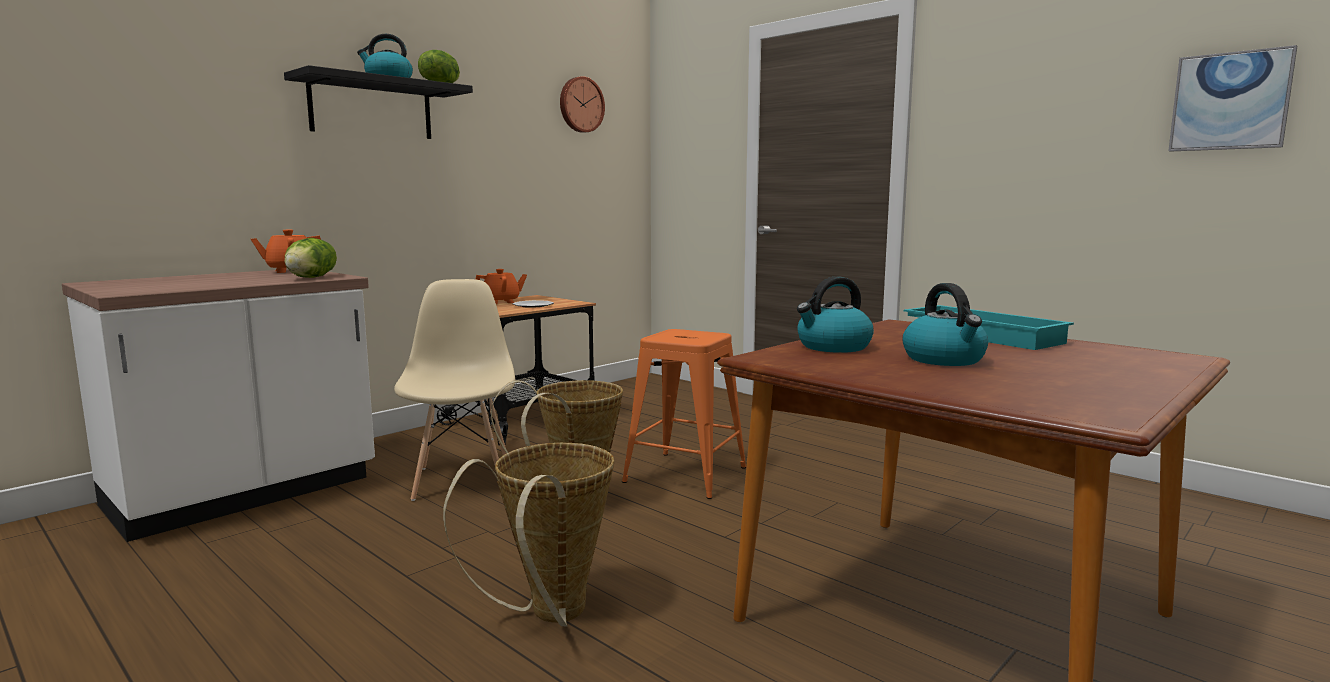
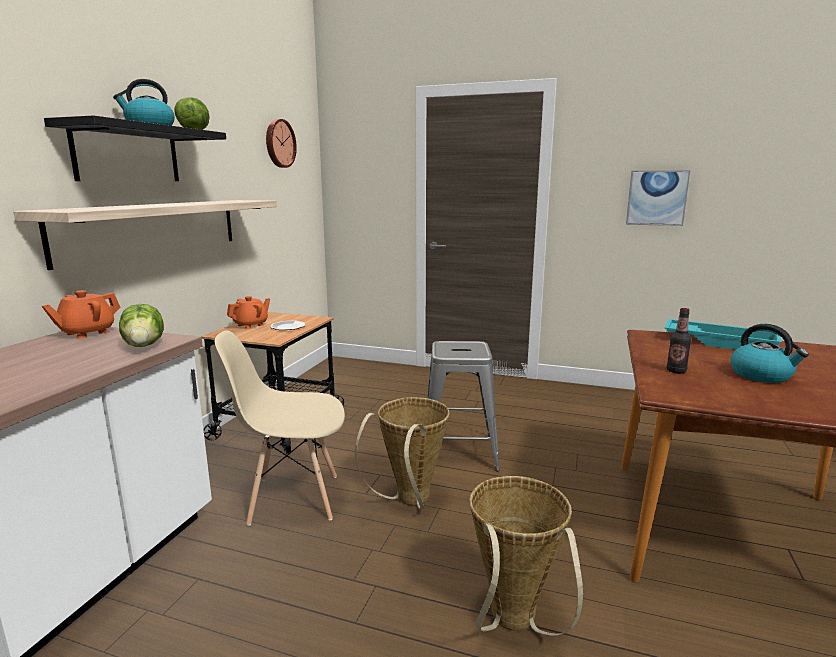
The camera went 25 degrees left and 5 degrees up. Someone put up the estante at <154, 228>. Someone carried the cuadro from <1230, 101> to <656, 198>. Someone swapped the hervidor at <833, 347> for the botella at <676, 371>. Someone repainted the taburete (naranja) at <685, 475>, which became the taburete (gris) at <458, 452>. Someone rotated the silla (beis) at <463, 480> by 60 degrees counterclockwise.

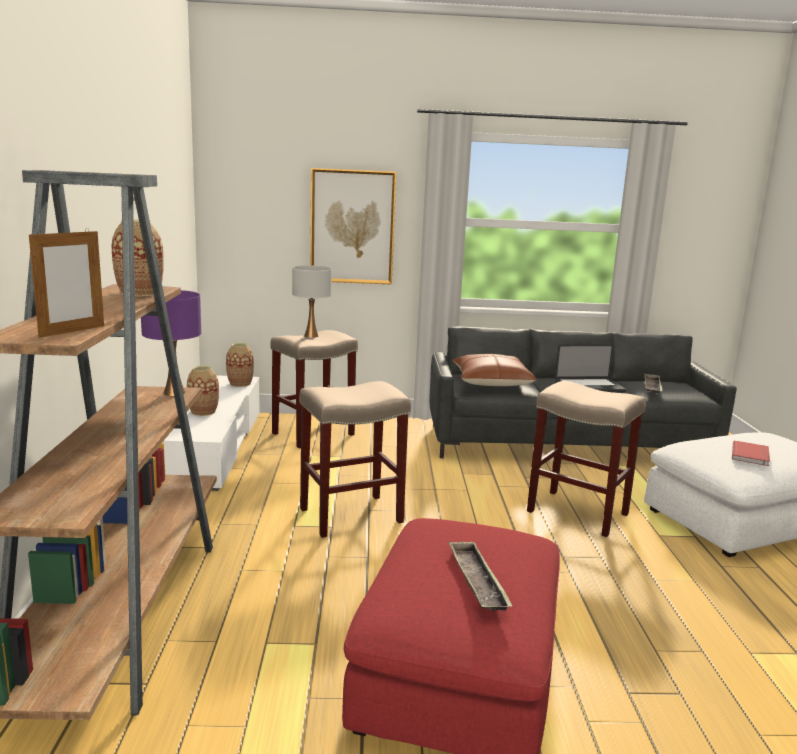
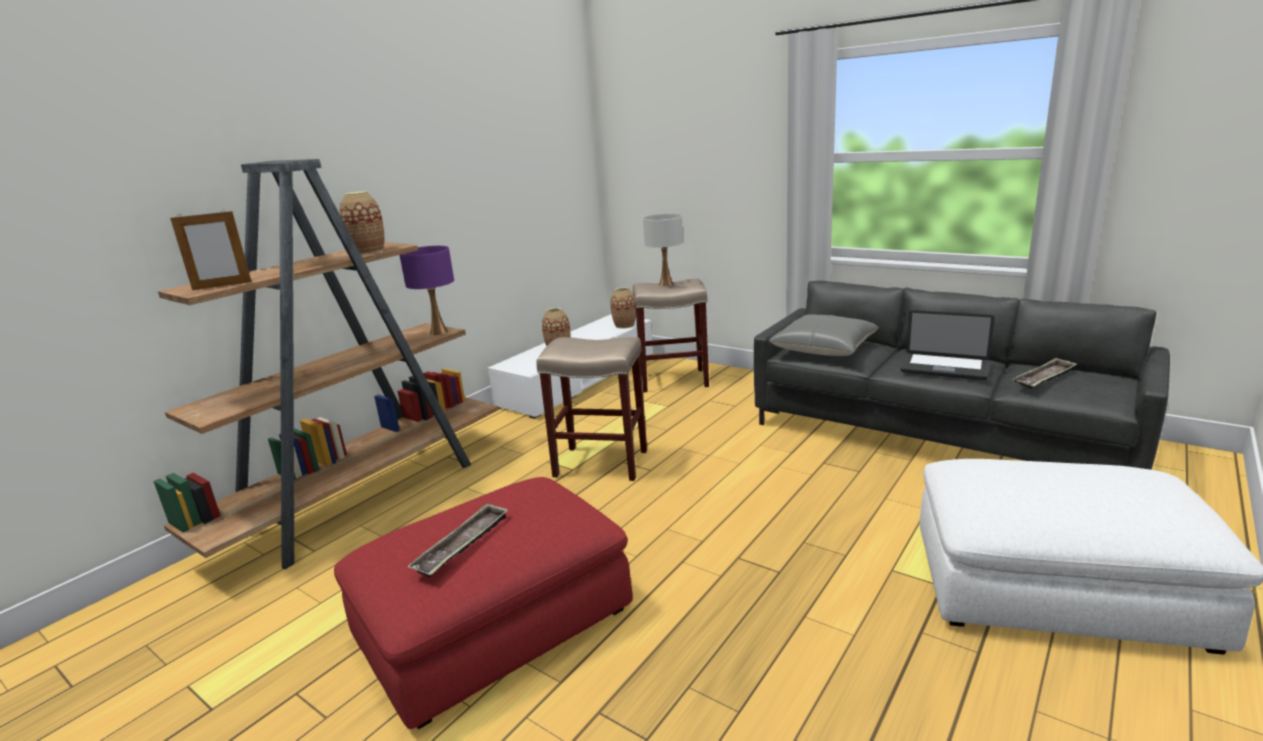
The camera went 40 degrees right and 5 degrees up. Someone took away the cuadro at <352, 227>. Someone took away the taburete (beis) at <579, 513>. Someone took away the libro (rojo) at <751, 455>. Someone repainted the cojín (marrón) at <491, 382>, which became the cojín (gris) at <824, 348>.

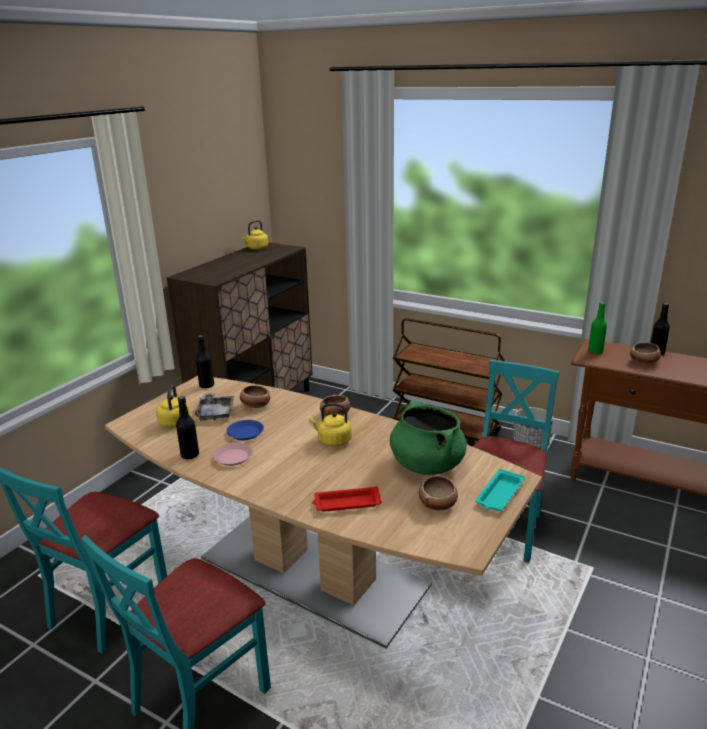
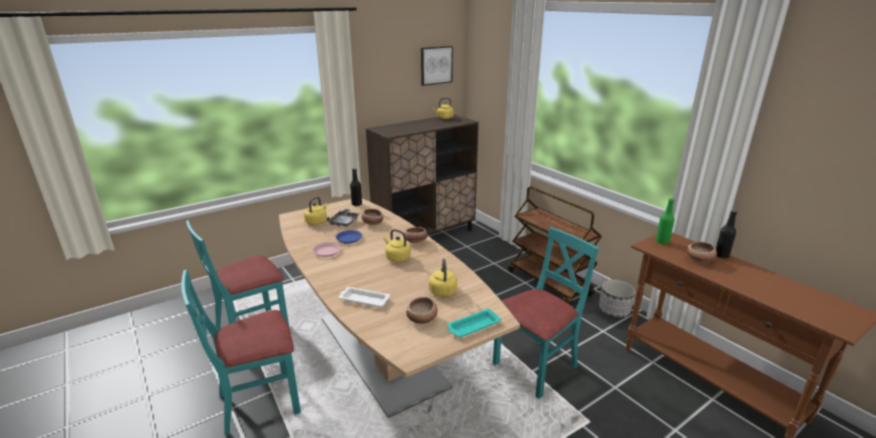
The camera went 25 degrees right and 0 degrees up. Someone took away the botella (negro) at <190, 455>. Someone put up the cuadro at <436, 65>. Someone swapped the olla (verde) at <426, 464> for the hervidor (amarillo) at <442, 290>. Someone repainted the bandeja (rojo) at <346, 503>, which became the bandeja (blanco) at <363, 300>.

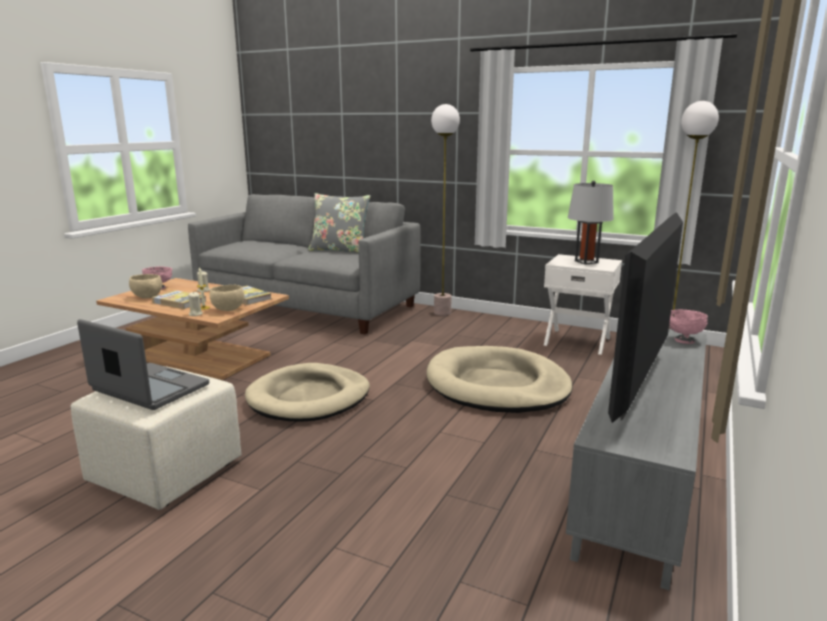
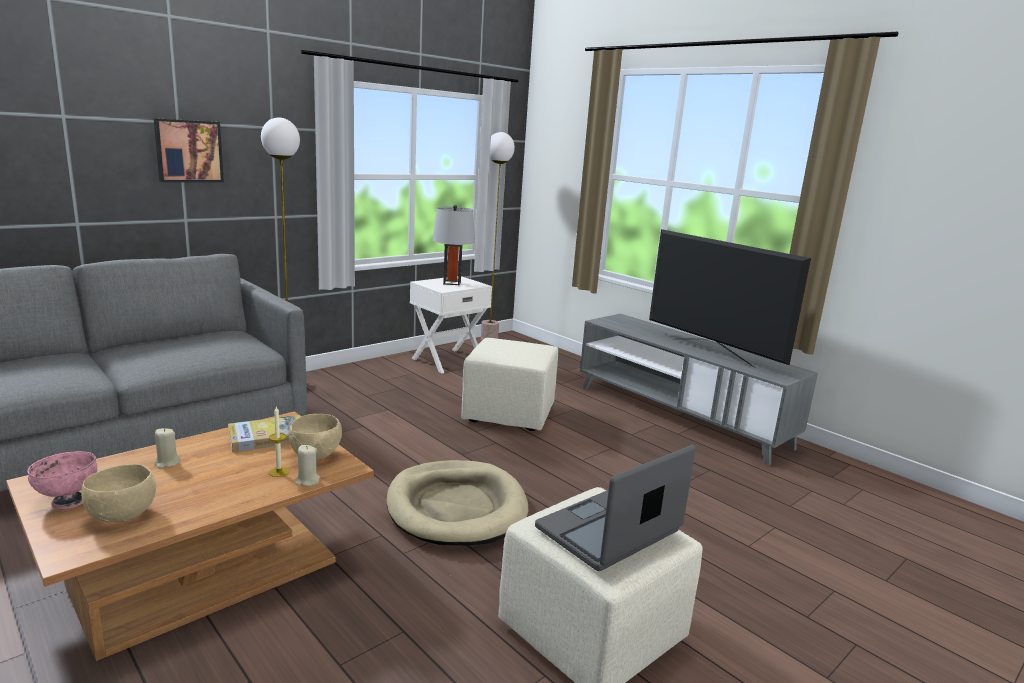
The camera went 70 degrees left and 0 degrees up. Someone took away the libro at <179, 302>. Someone took away the cojín (gris) at <339, 250>. Someone took away the cuenco (rosa) at <683, 340>. Someone put up the cuadro at <188, 151>. Someone swapped the cama para perro (beis) at <497, 385> for the puf (beis) at <510, 414>.

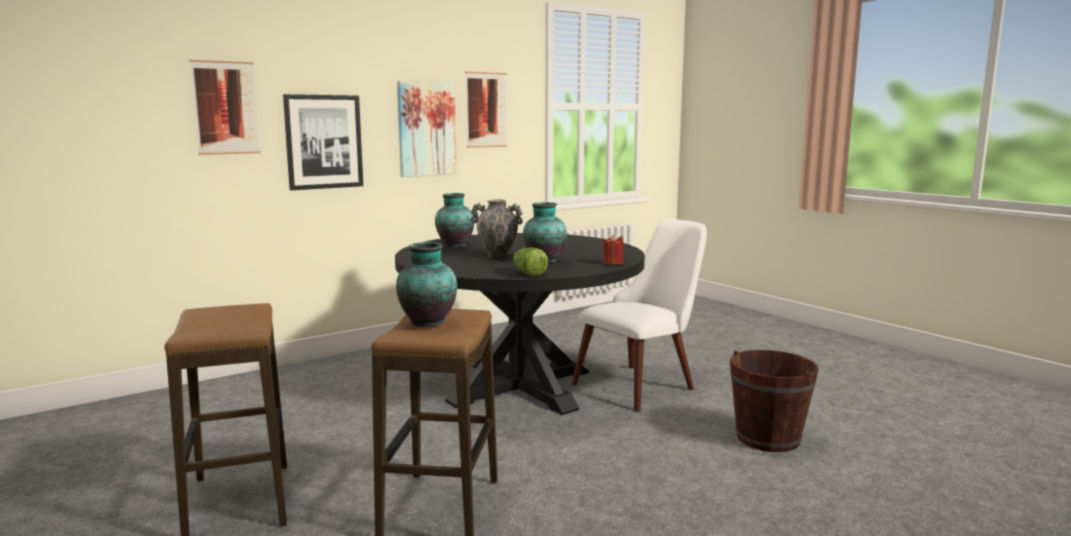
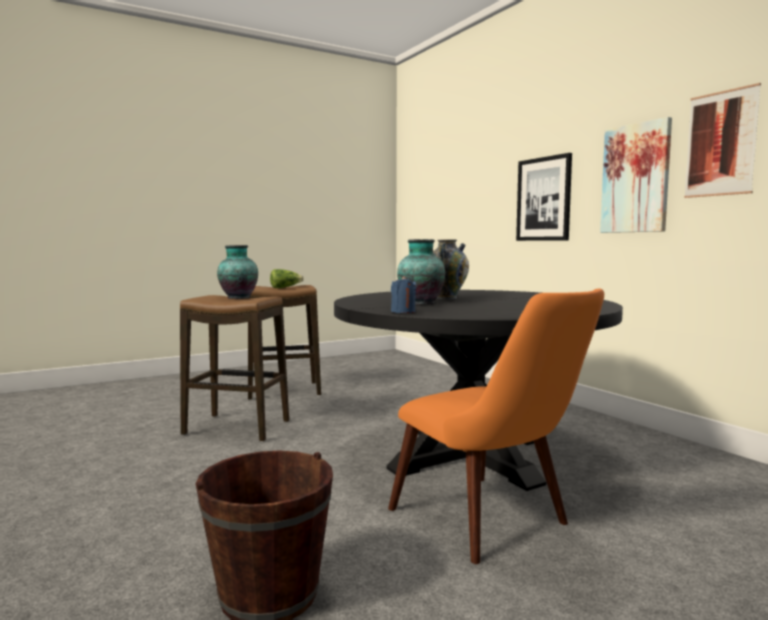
The camera went 95 degrees right and 5 degrees down. Someone took away the cuadro at <226, 108>. Someone took away the florero at <454, 245>. Someone carried the lechuga from <528, 274> to <285, 288>. Someone repainted the silla (blanco) at <643, 383>, which became the silla (naranja) at <494, 524>. Someone repainted the vela (rojo) at <613, 263>, which became the vela (azul) at <403, 312>.

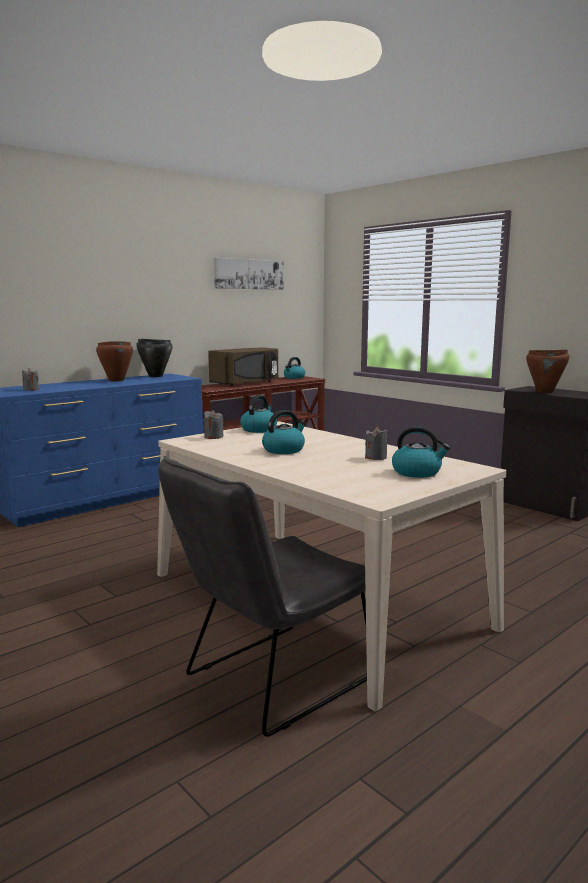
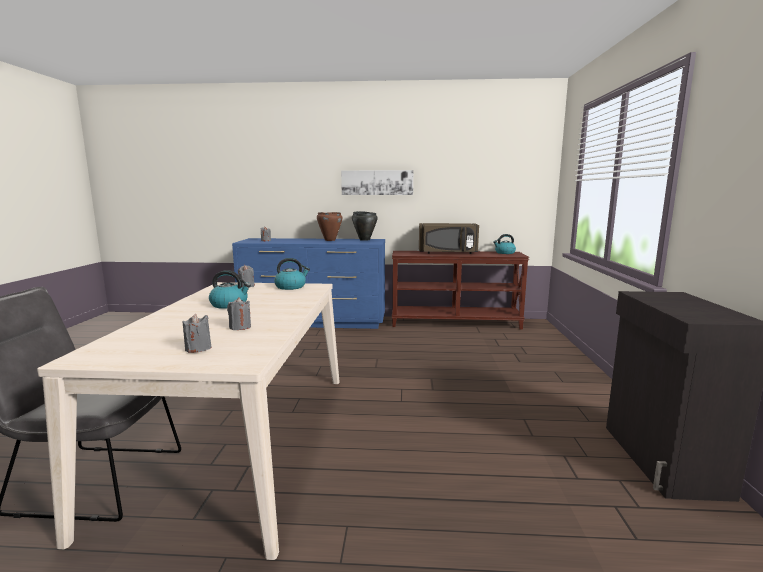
The camera went 45 degrees right and 0 degrees up. Someone took away the olla (marrón) at <545, 392>. Someone carried the cuadro from <249, 274> to <377, 182>. Someone swapped the hervidor at <417, 472> for the vela (gris) at <198, 348>.

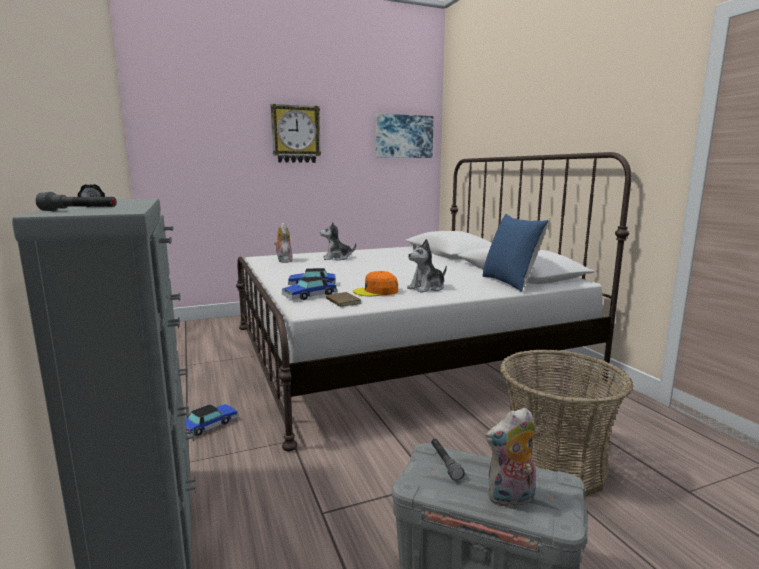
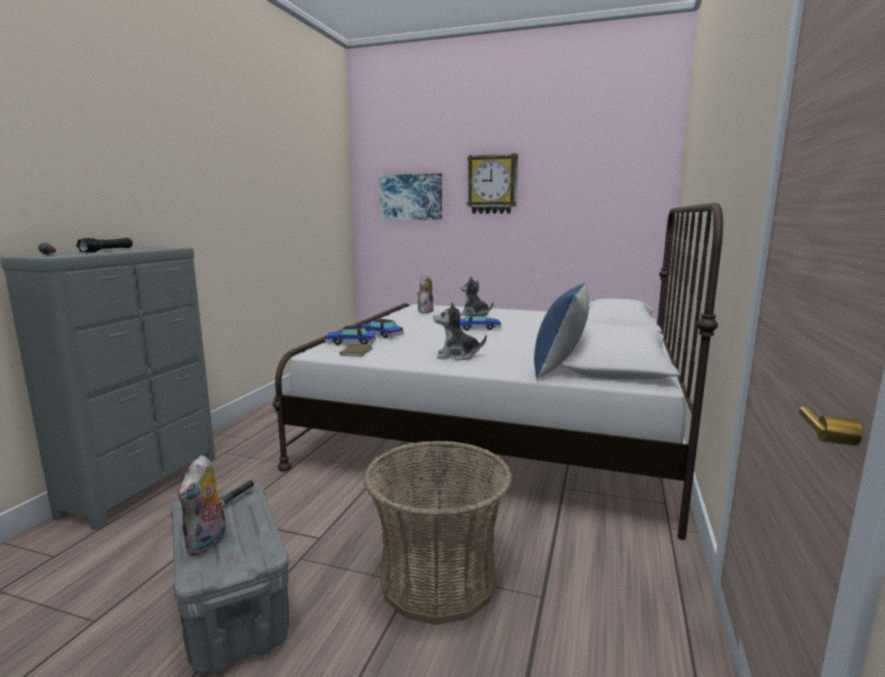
The camera went 40 degrees right and 0 degrees up. Someone took away the gorra (naranja) at <376, 291>. Someone carried the coche de juguete from <209, 425> to <478, 328>. Someone carried the cuadro from <404, 136> to <411, 197>. Someone rotated the peluche at <511, 499> by 105 degrees counterclockwise.

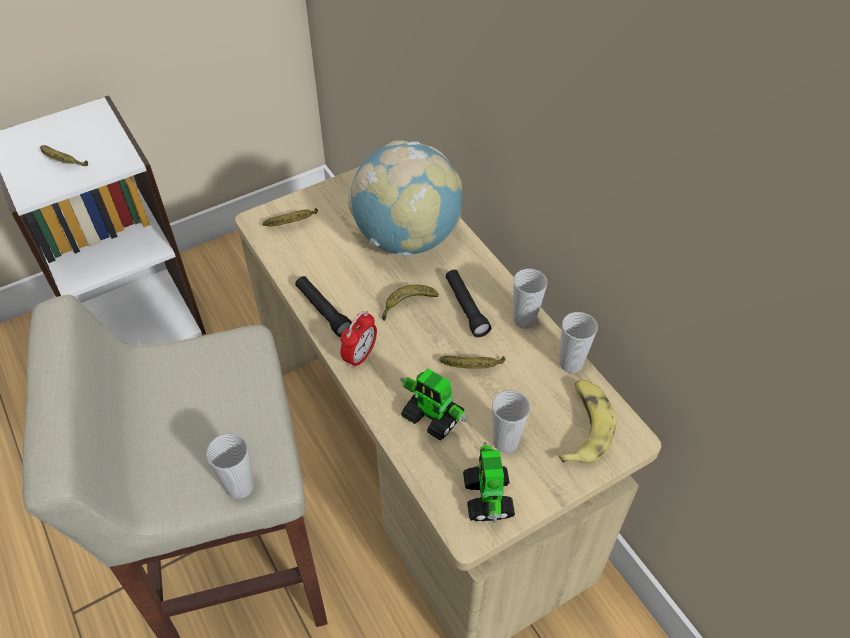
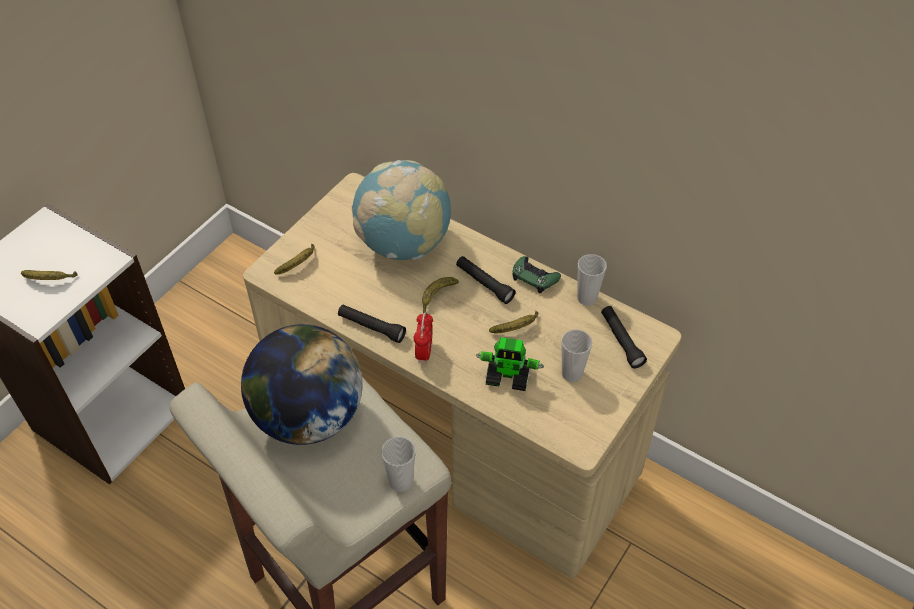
The camera went 25 degrees left and 0 degrees up. Someone took away the robot de juguete at <487, 498>. Someone put down the globo terráqueo at <308, 417>. Someone swapped the taza at <524, 320> for the mando de consola (verde) at <534, 277>. Someone swapped the plátano at <584, 426> for the linterna (negro) at <621, 341>.

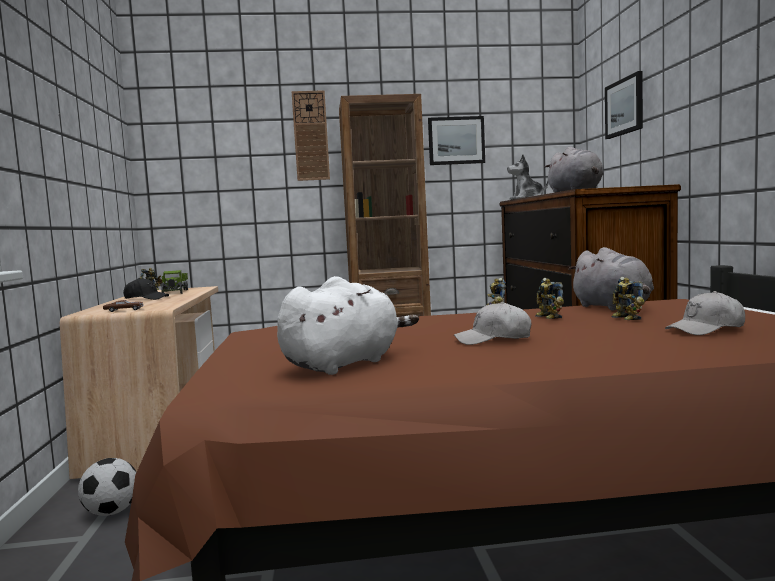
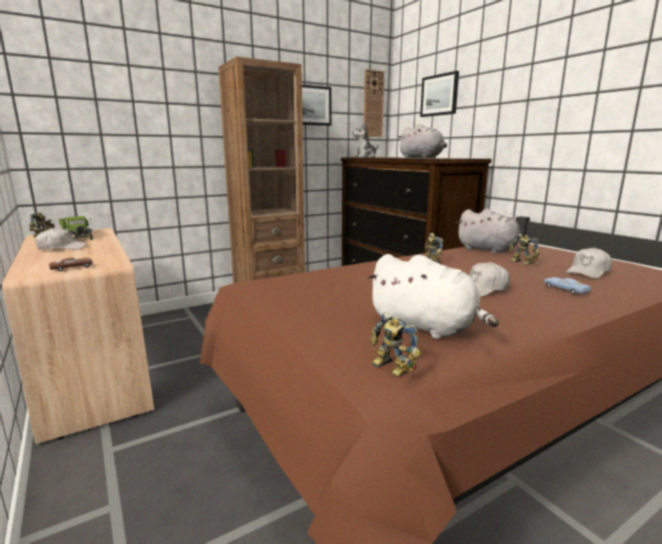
The camera went 25 degrees left and 10 degrees up. Someone took away the balón de fútbol at <111, 512>. Someone put down the coche de juguete (azul) at <565, 289>. Someone carried the reloj de pared from <311, 136> to <373, 104>. Someone carried the robot de juguete from <547, 317> to <390, 369>. Someone repainted the gorra (negro) at <146, 298>, which became the gorra (blanco) at <62, 248>. Someone rotated the peluche (blanco) at <345, 363> by 105 degrees clockwise.

